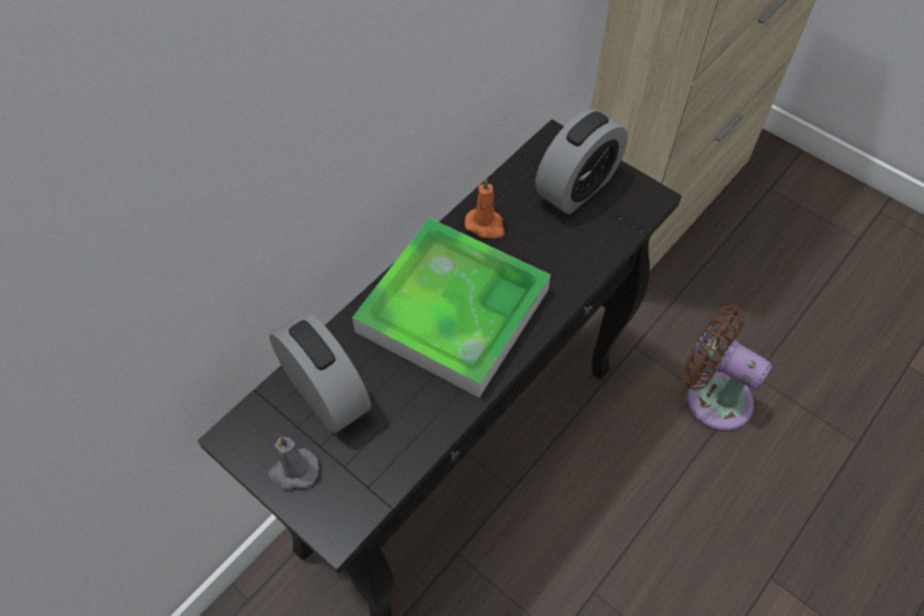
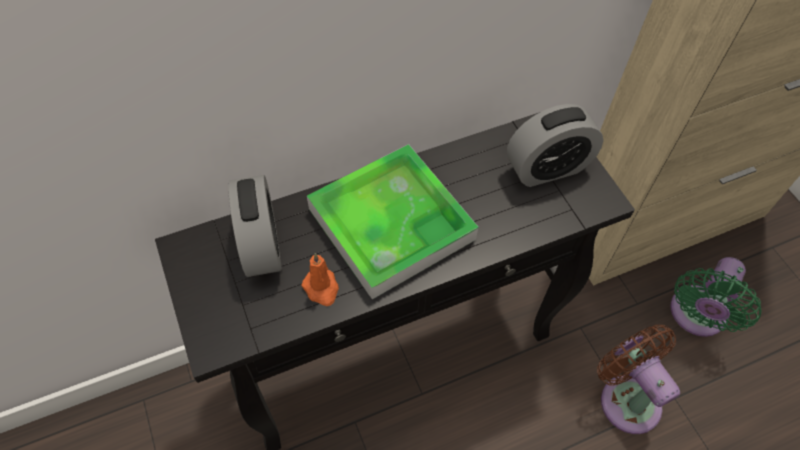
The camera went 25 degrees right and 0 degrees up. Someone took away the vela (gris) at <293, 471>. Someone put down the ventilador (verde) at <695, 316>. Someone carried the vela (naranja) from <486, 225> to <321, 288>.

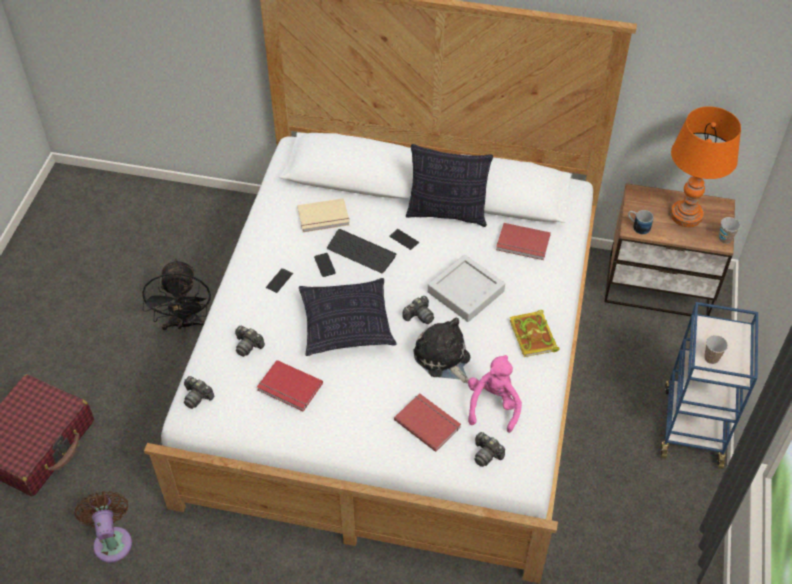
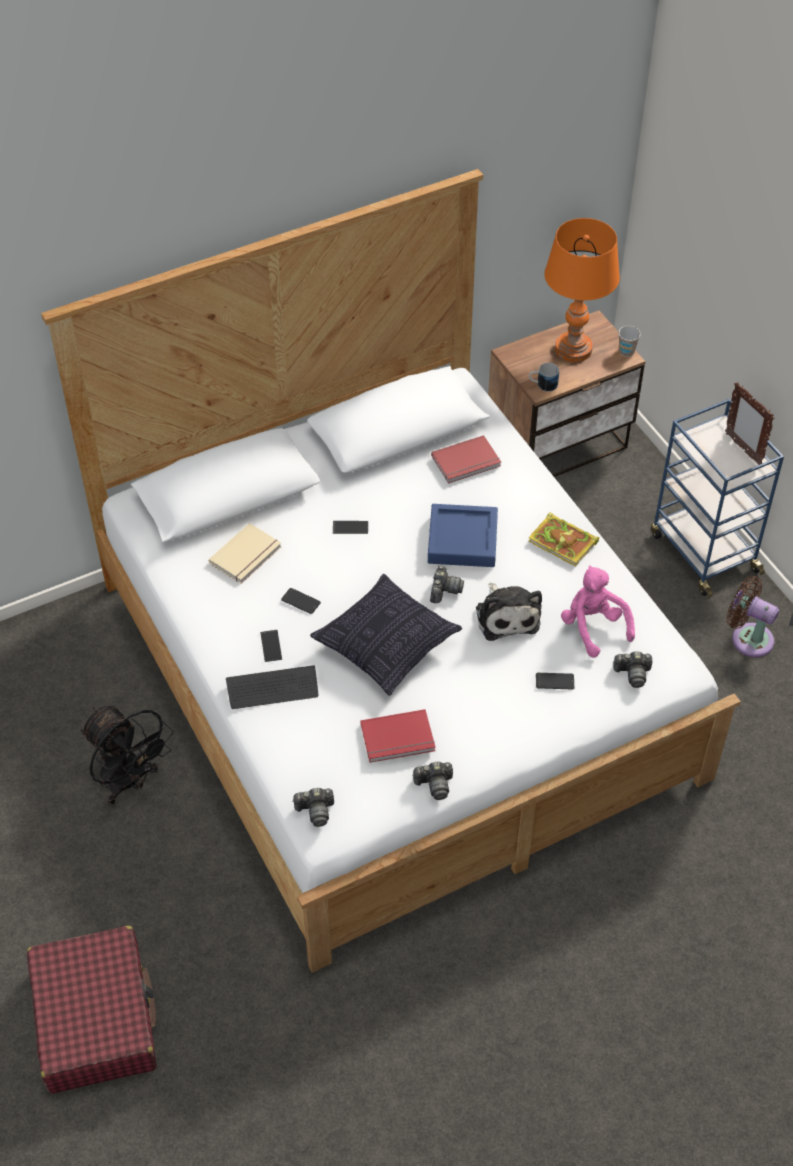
The camera went 40 degrees left and 0 degrees up. Someone took away the cojín at <447, 213>. Someone took away the taza at <711, 358>. Someone put down the portarretratos at <743, 449>. Someone carried the ventilador (marrón) from <112, 540> to <748, 638>. Someone carried the cámara from <248, 345> to <434, 785>. Someone carried the teclado from <361, 252> to <272, 688>. Someone swapped the libro (rojo) at <428, 422> for the móvil at <554, 681>. Someone repainted the bandeja (gris) at <465, 292>, which became the bandeja (azul) at <462, 540>. Someone rotated the peluche at <443, 359> by 120 degrees counterclockwise.

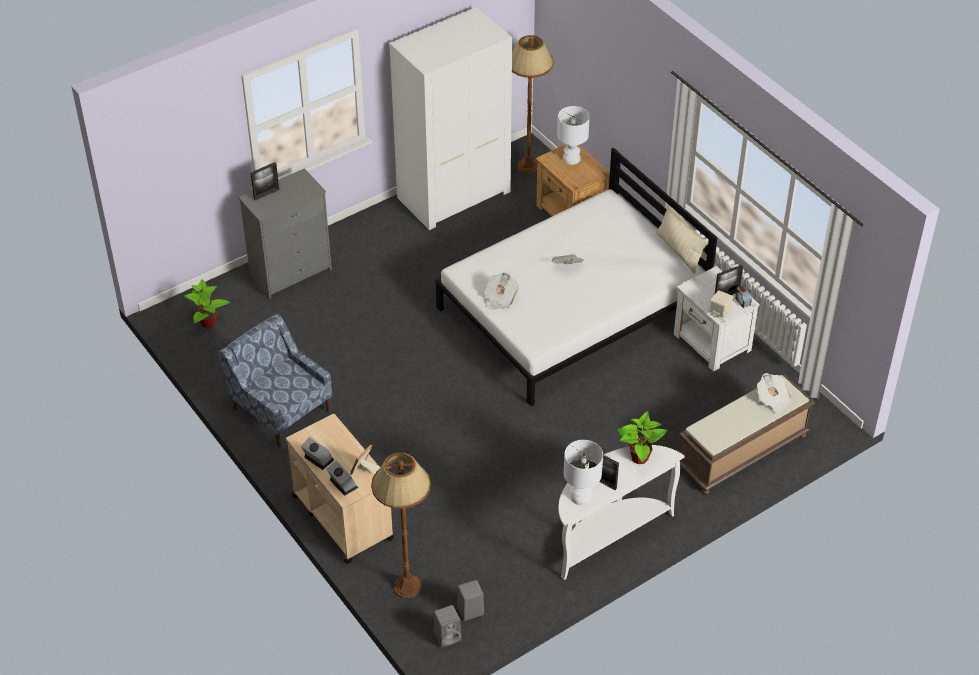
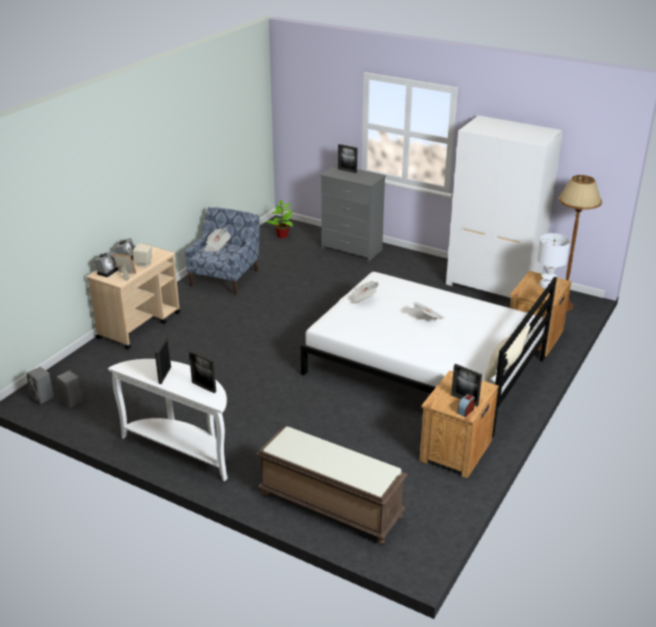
The camera went 65 degrees right and 15 degrees down. Someone took away the lámpara de pie (marrón) at <407, 586>. Someone took away the lámpara de mesa (blanco) at <581, 497>. Someone carried the altavoz (beis) from <719, 313> to <143, 264>. Someone carried the periódico from <773, 400> to <217, 247>. Someone swapped the planta en maceta at <639, 458> for the portarretratos at <204, 387>. Someone repainted the mesita de noche (blanco) at <712, 343>, which became the mesita de noche (marrón) at <454, 451>.

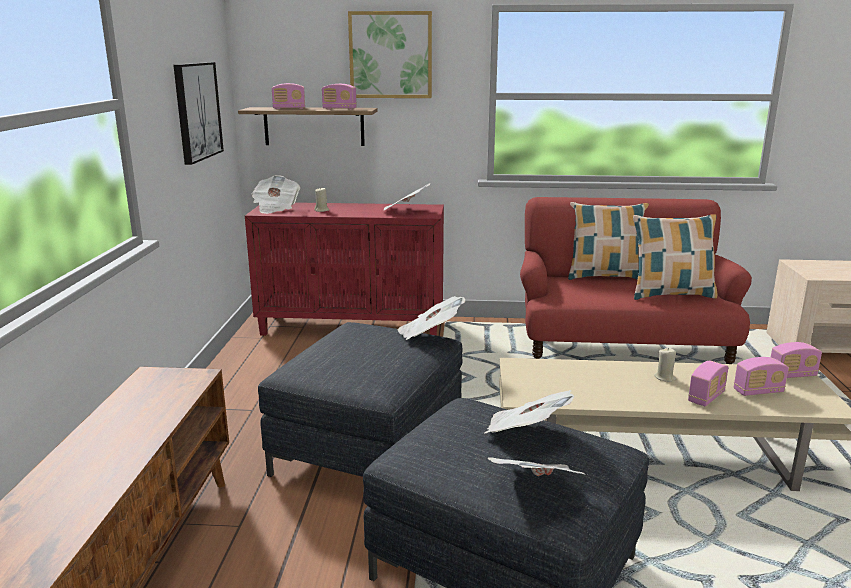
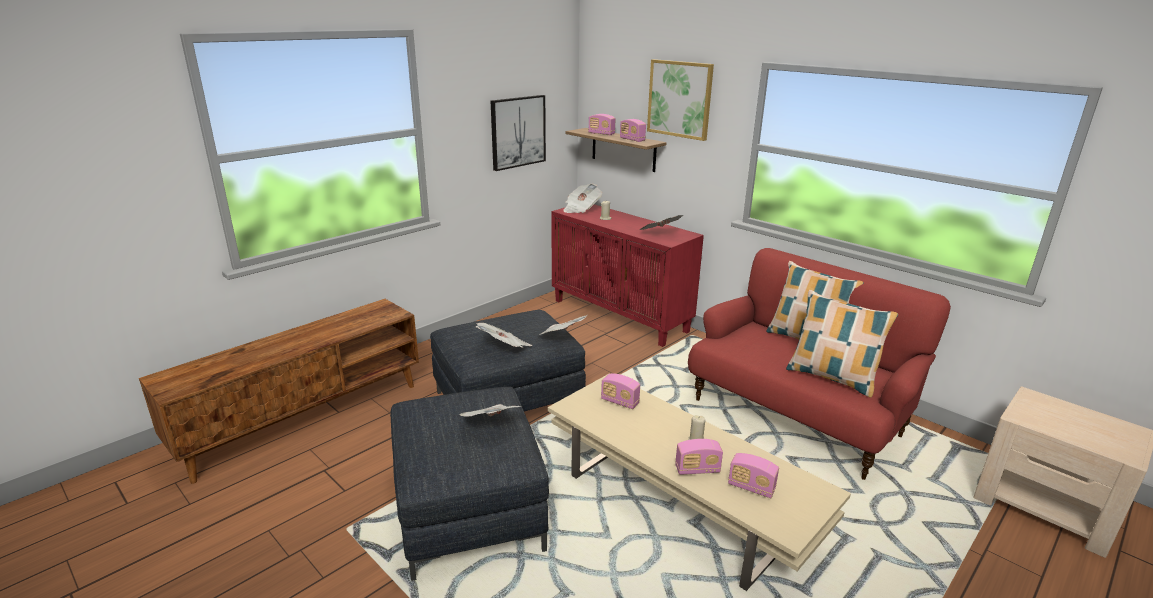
The camera went 40 degrees right and 5 degrees up. Someone carried the periódico from <538, 489> to <504, 348>. Someone carried the radio from <792, 375> to <619, 402>.

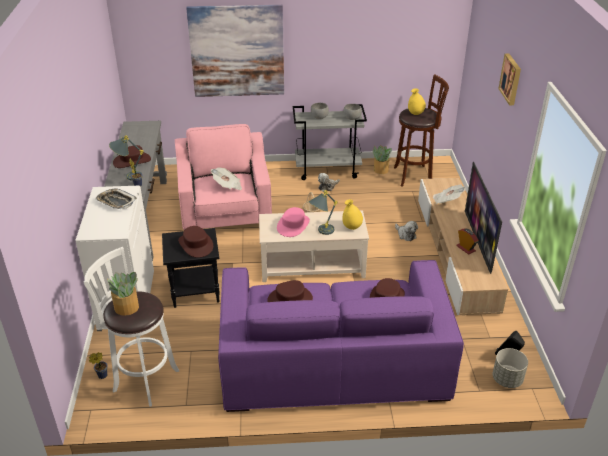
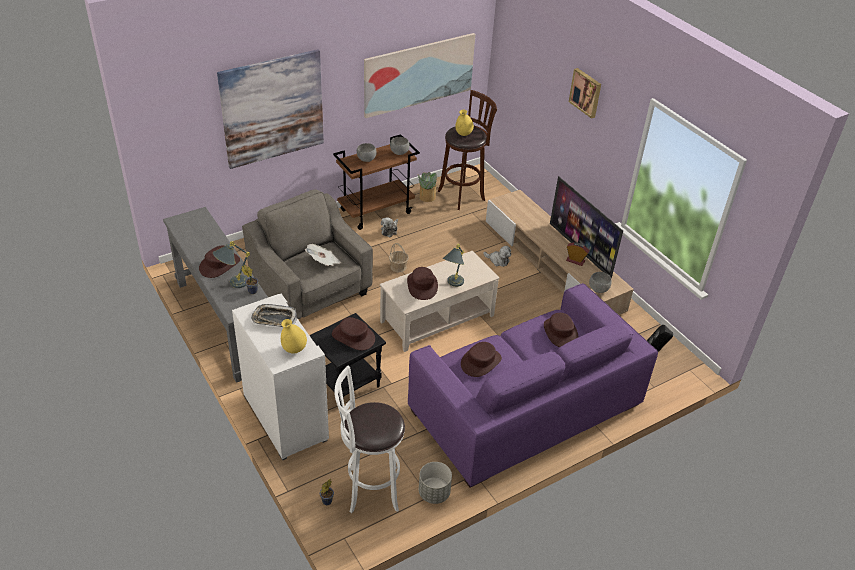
The camera went 30 degrees left and 5 degrees up. Someone took away the planta en maceta at <127, 308>. Someone took away the periódico at <447, 201>. Someone put up the cuadro at <419, 74>. Someone put down the cuenco (gris) at <598, 289>. Someone carried the florero (amarillo) from <352, 227> to <294, 349>. Someone carried the maceta (gris) from <507, 379> to <434, 493>. Someone repainted the sillón (rosa) at <226, 214>, which became the sillón (gris) at <312, 291>. Someone repainted the sombrero (rosa) at <293, 225>, which became the sombrero (marrón) at <422, 286>. Someone repainted the carrito (gris) at <328, 170>, which became the carrito (marrón) at <376, 211>.

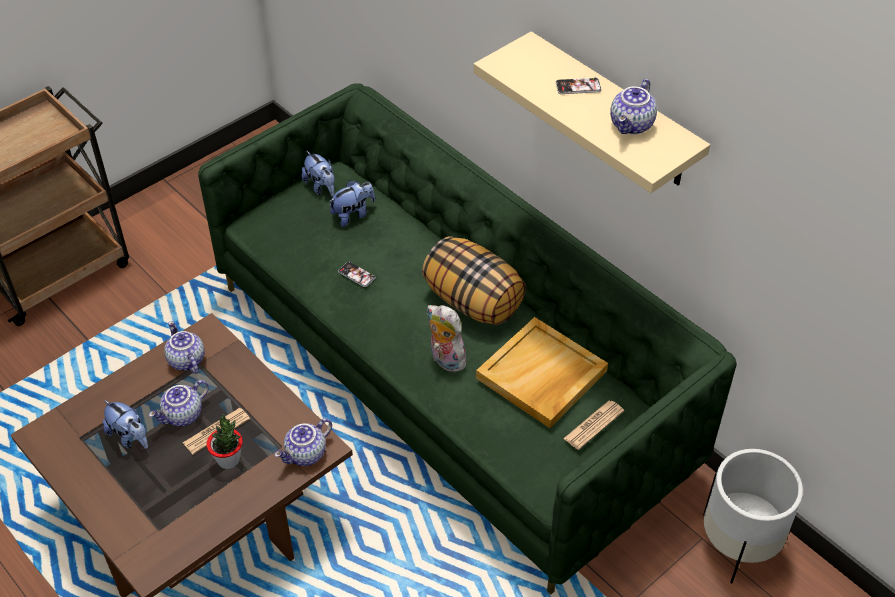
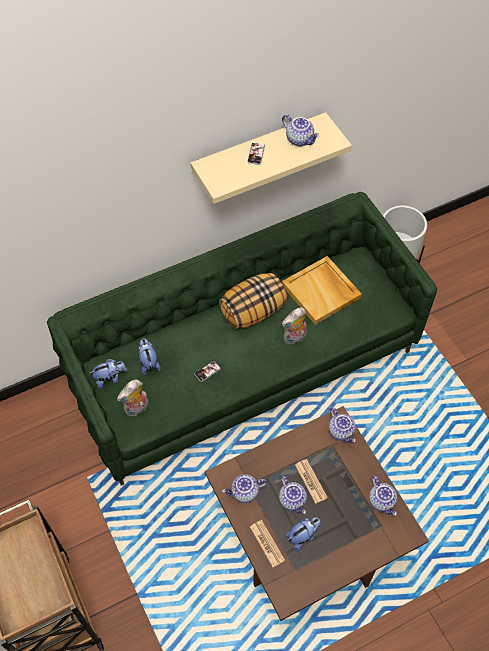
The camera went 75 degrees left and 10 degrees up. Someone took away the planta en maceta at <228, 460>. Someone put down the peluche at <136, 409>. Someone put down the tetera at <382, 501>. Someone carried the periódico from <593, 425> to <267, 543>.

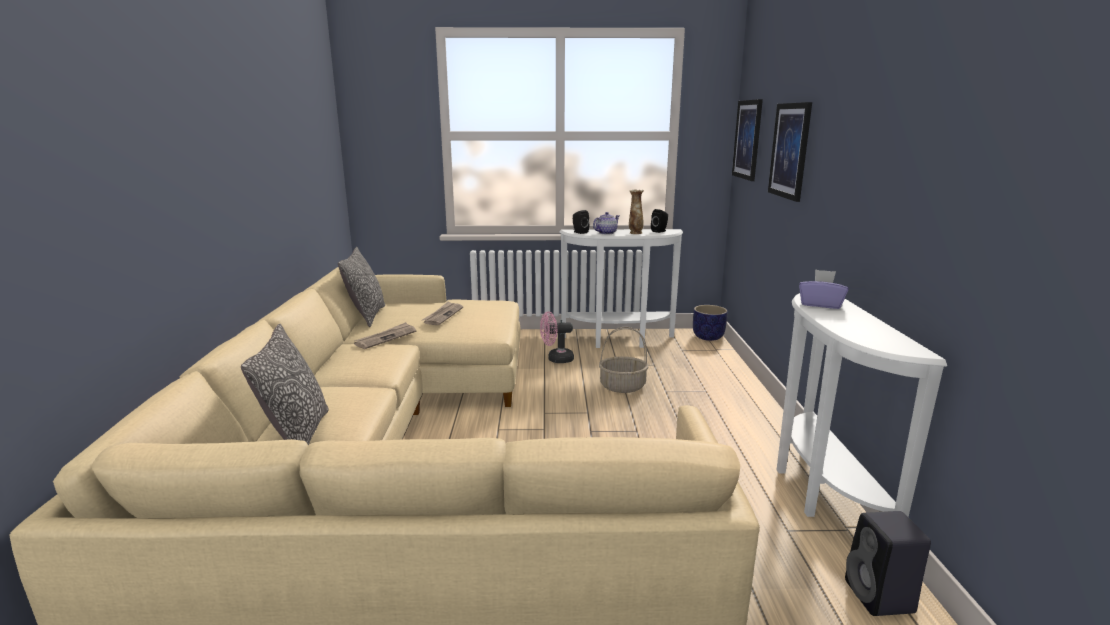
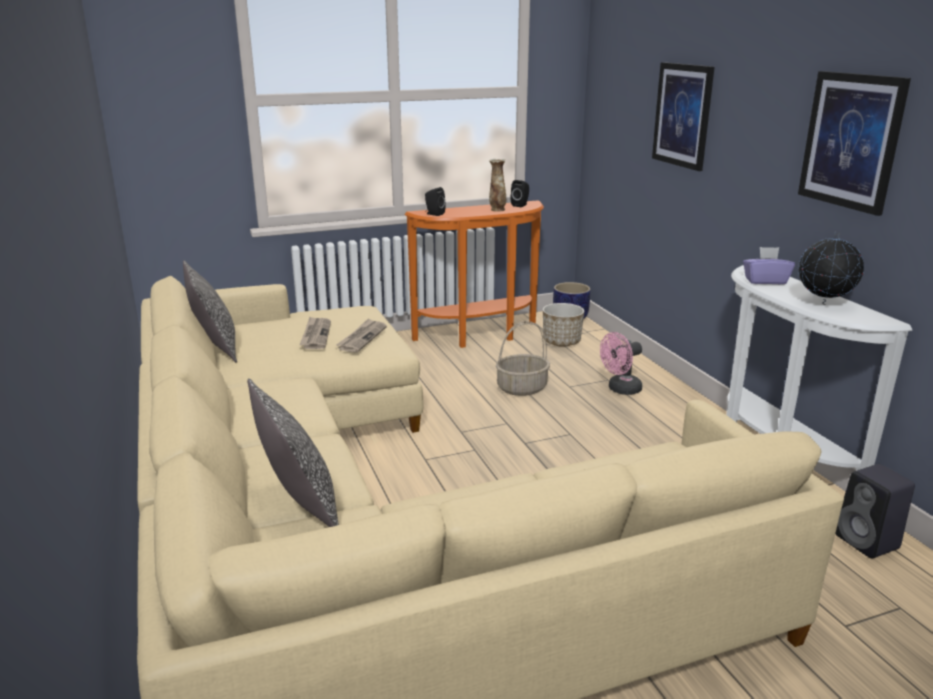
The camera went 20 degrees left and 5 degrees up. Someone took away the tetera at <605, 233>. Someone put down the maceta at <561, 342>. Someone put down the globo terráqueo at <823, 304>. Someone carried the periódico from <386, 338> to <362, 338>. Someone carried the ventilador (rosa) from <556, 359> to <620, 390>. Someone carried the cuadro from <747, 139> to <851, 141>. Someone repainted the mesa consola (blanco) at <619, 341>, which became the mesa consola (naranja) at <481, 336>.

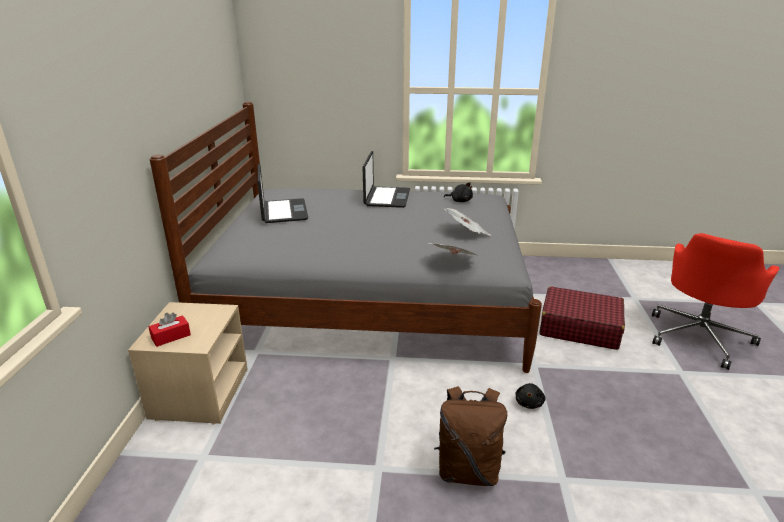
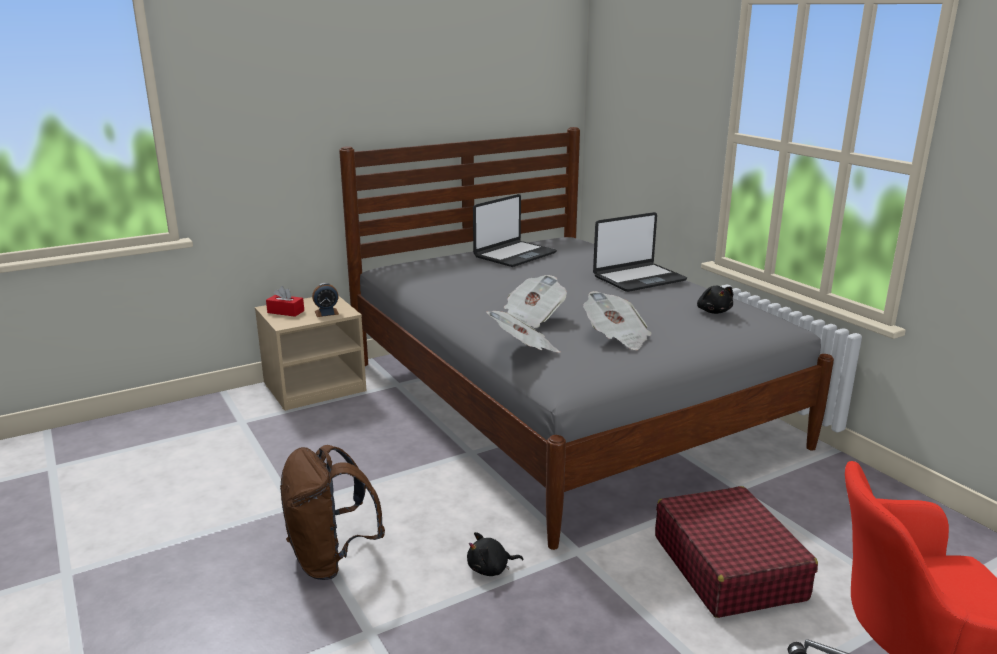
The camera went 55 degrees right and 5 degrees down. Someone put down the despertador at <326, 312>. Someone put down the periódico at <531, 319>.

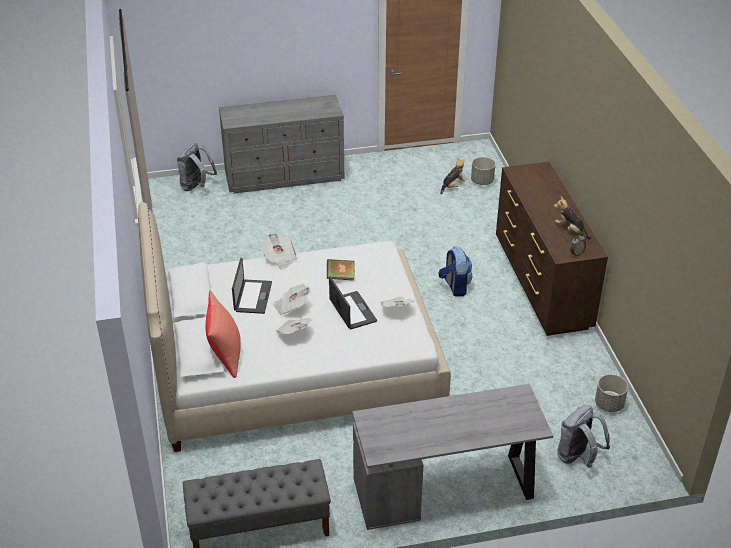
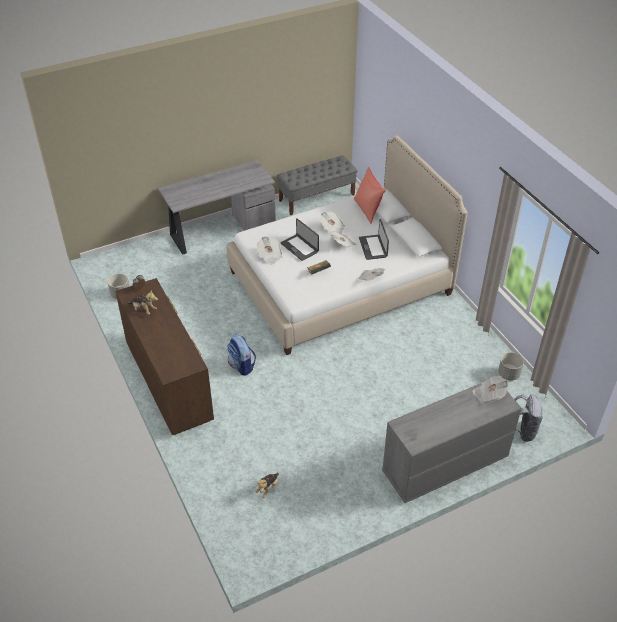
The camera went 165 degrees right and 5 degrees up. Someone took away the mochila (gris) at <578, 457>. Someone put down the periódico at <489, 395>. Someone carried the maceta (gris) from <482, 181> to <508, 374>.

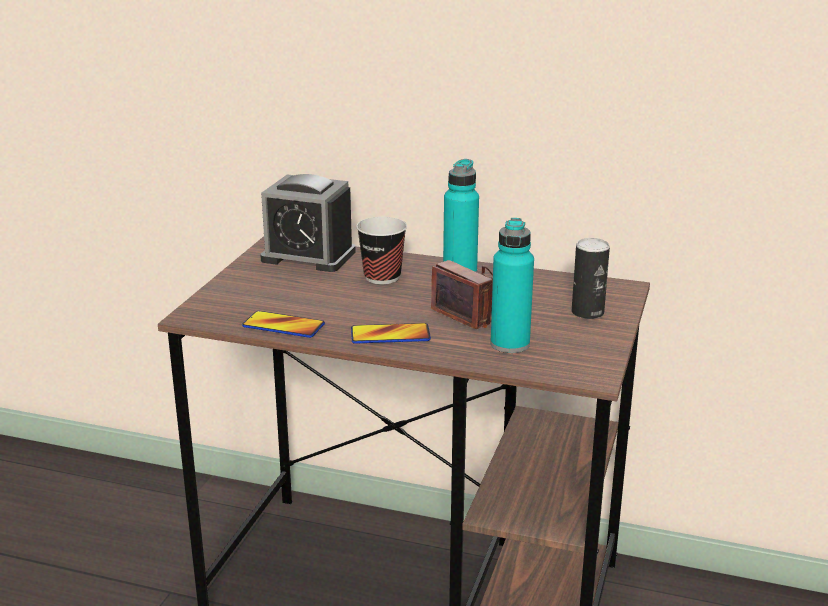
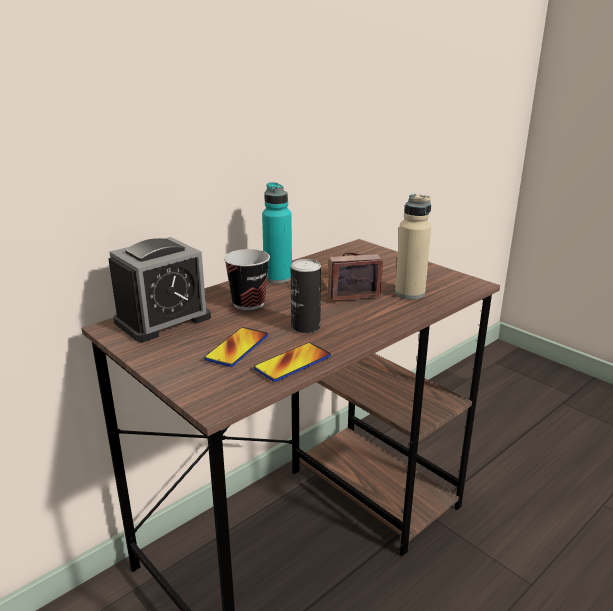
The camera went 60 degrees left and 0 degrees up. Someone carried the móvil from <390, 335> to <237, 348>. Someone carried the lata from <587, 312> to <305, 327>. Someone repainted the botella (turquesa) at <510, 344>, which became the botella (beis) at <409, 293>.

